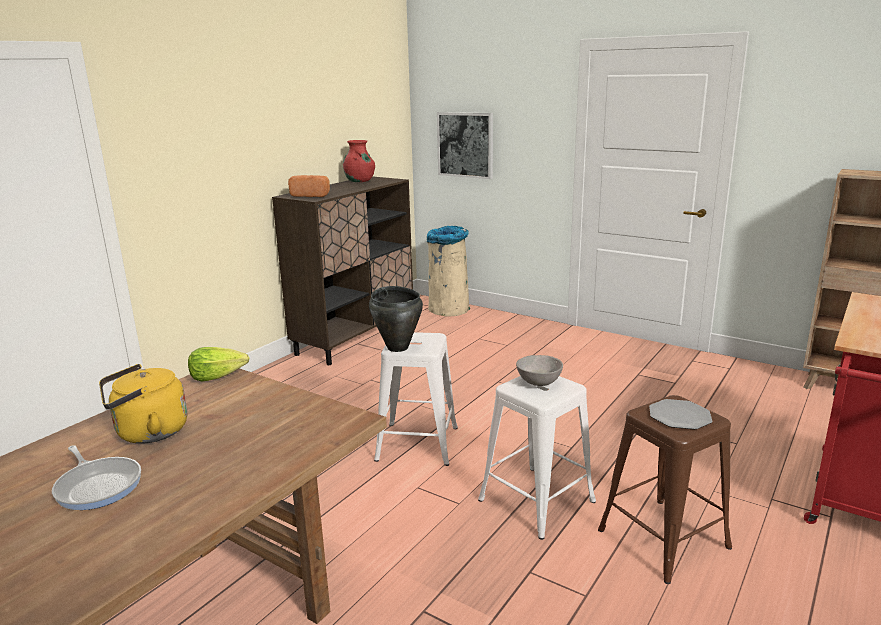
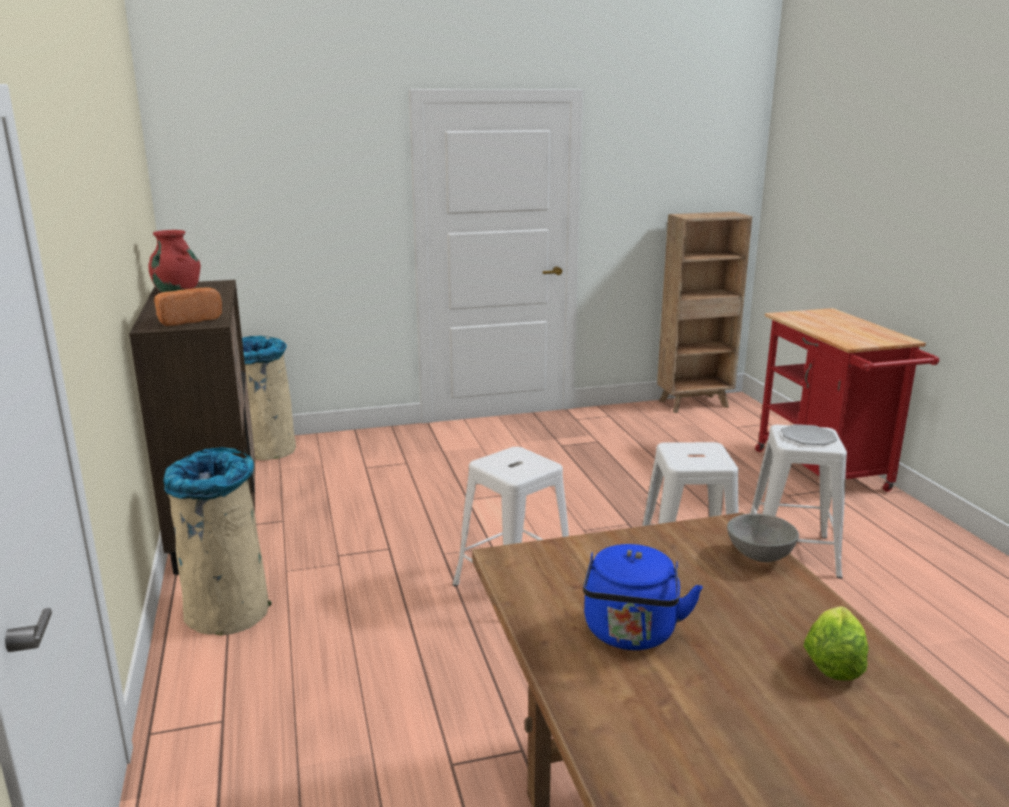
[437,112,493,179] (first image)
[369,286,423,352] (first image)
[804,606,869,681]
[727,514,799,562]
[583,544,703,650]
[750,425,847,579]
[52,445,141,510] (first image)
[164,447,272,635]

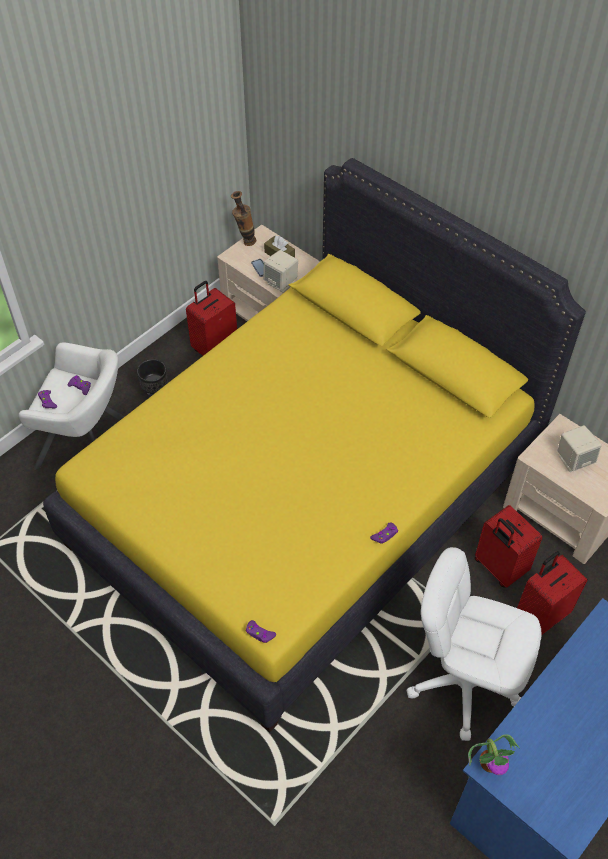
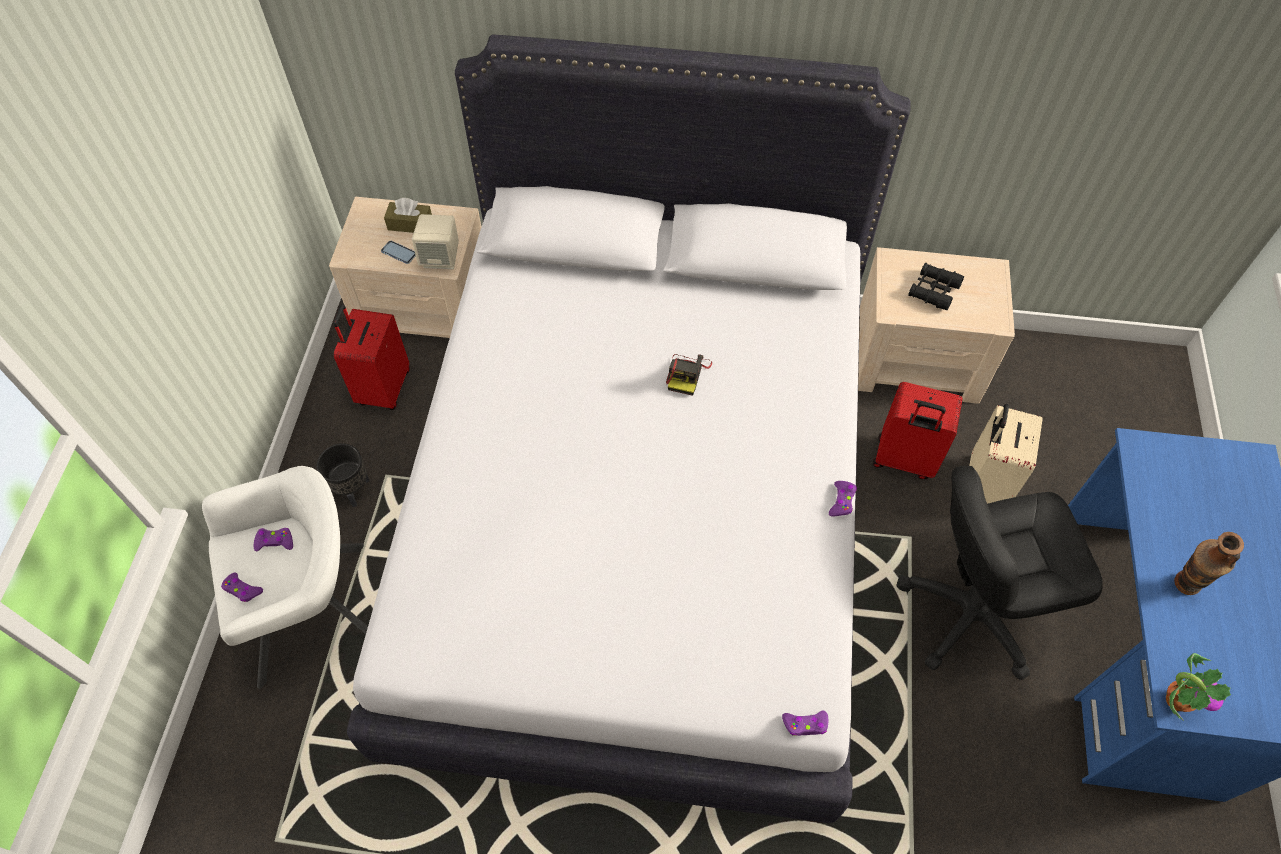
[347,34,911,823]
[1175,532,1244,595]
[908,262,964,310]
[896,466,1103,680]
[969,404,1043,504]
[666,354,712,396]

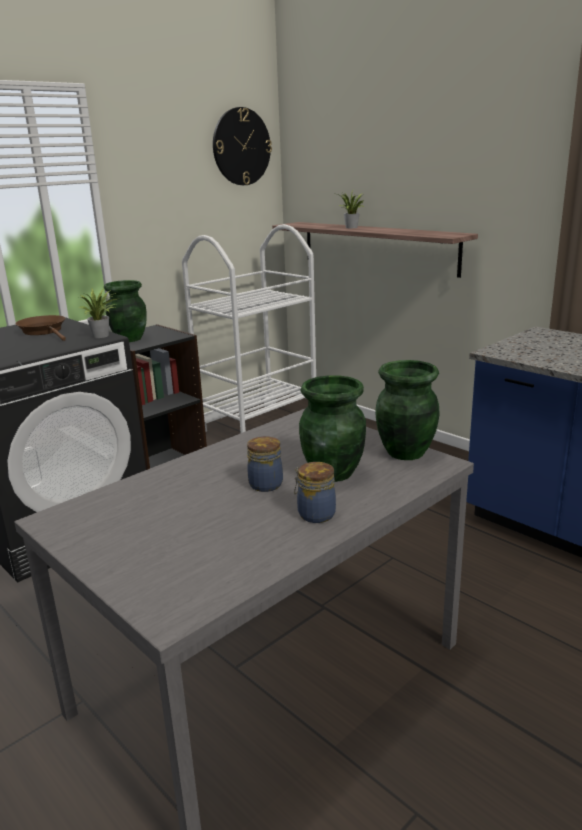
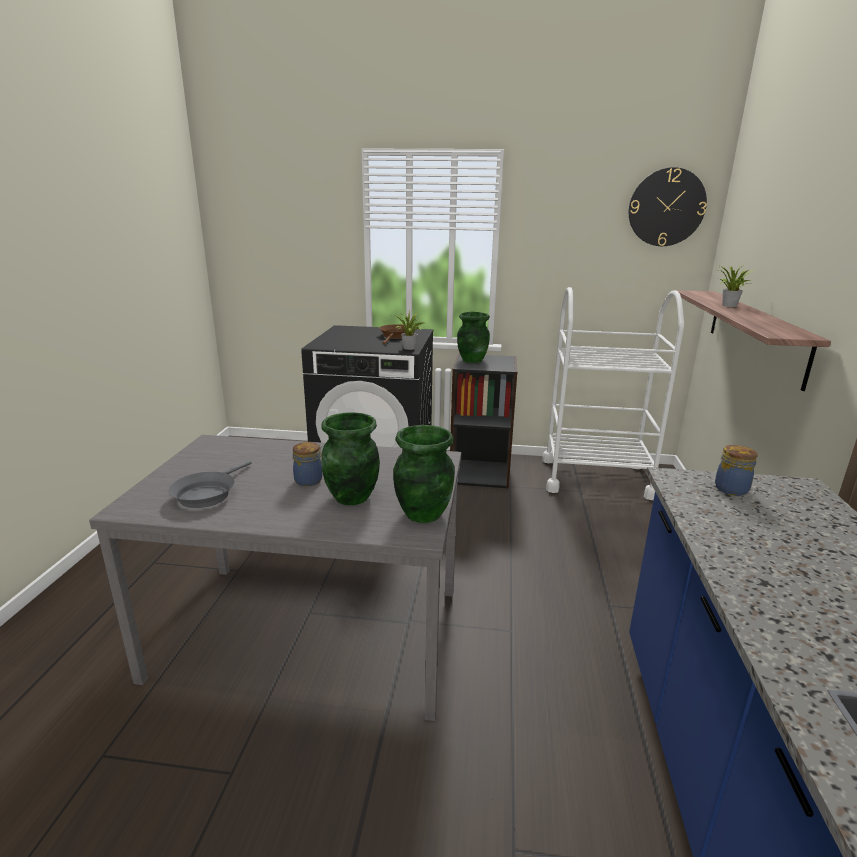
[715,445,758,496]
[169,460,252,508]

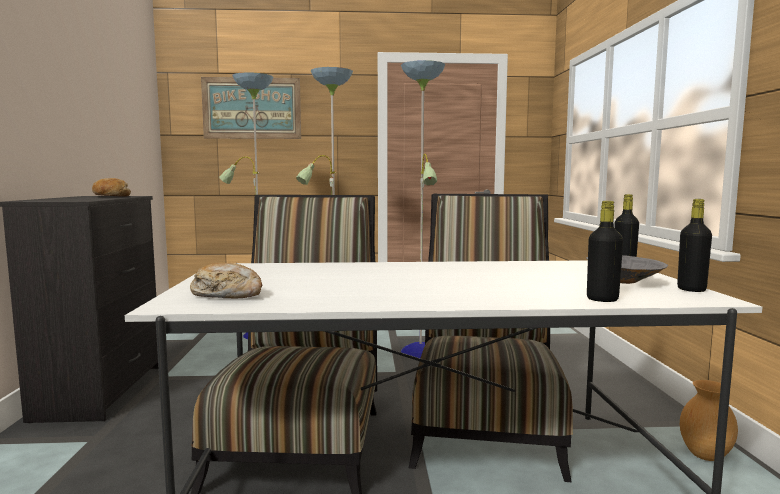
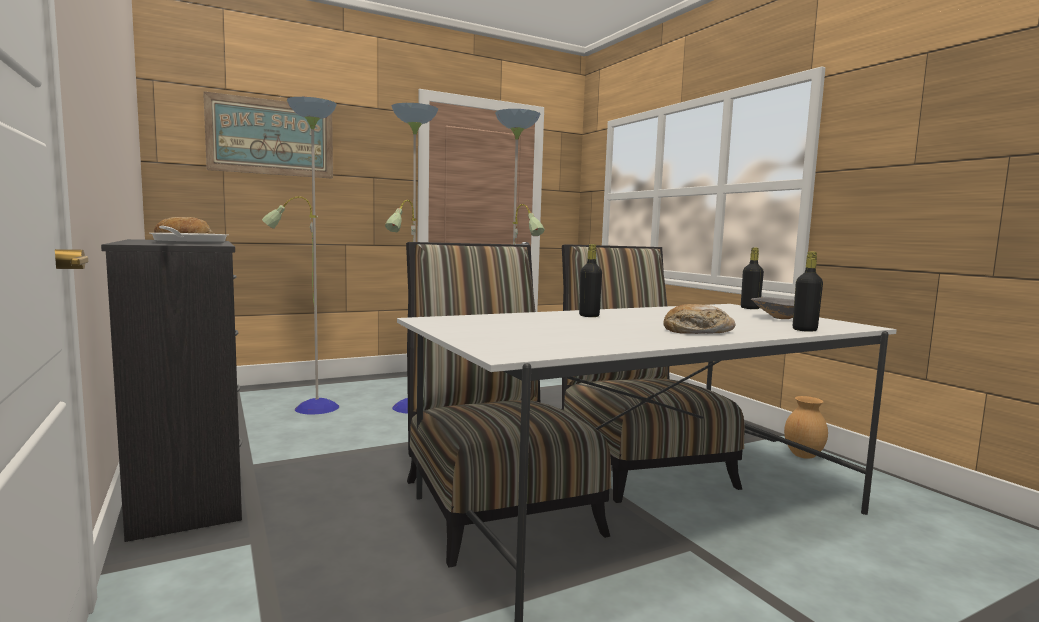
[579,244,602,317]
[663,304,735,334]
[149,226,228,244]

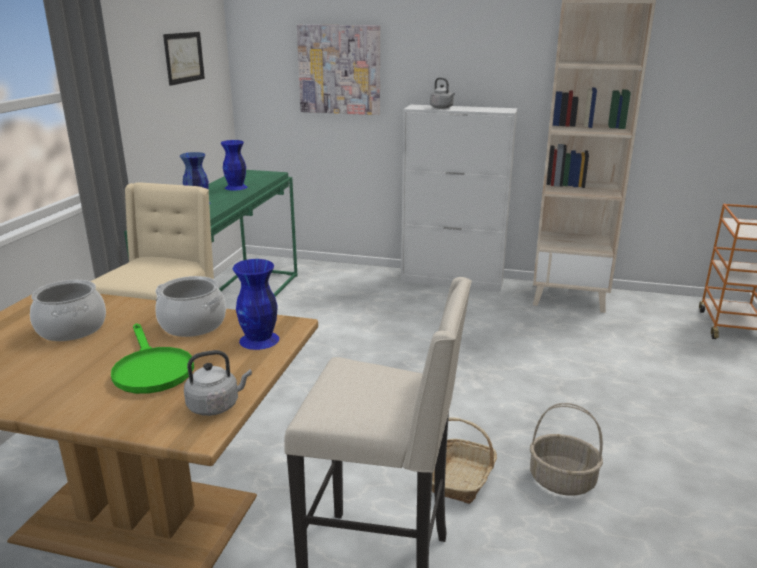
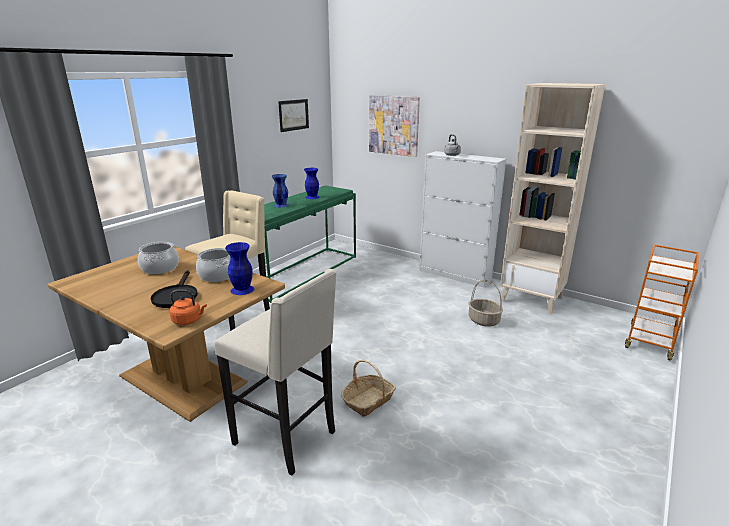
[151,270,198,308]
[169,289,207,325]
[468,280,503,327]

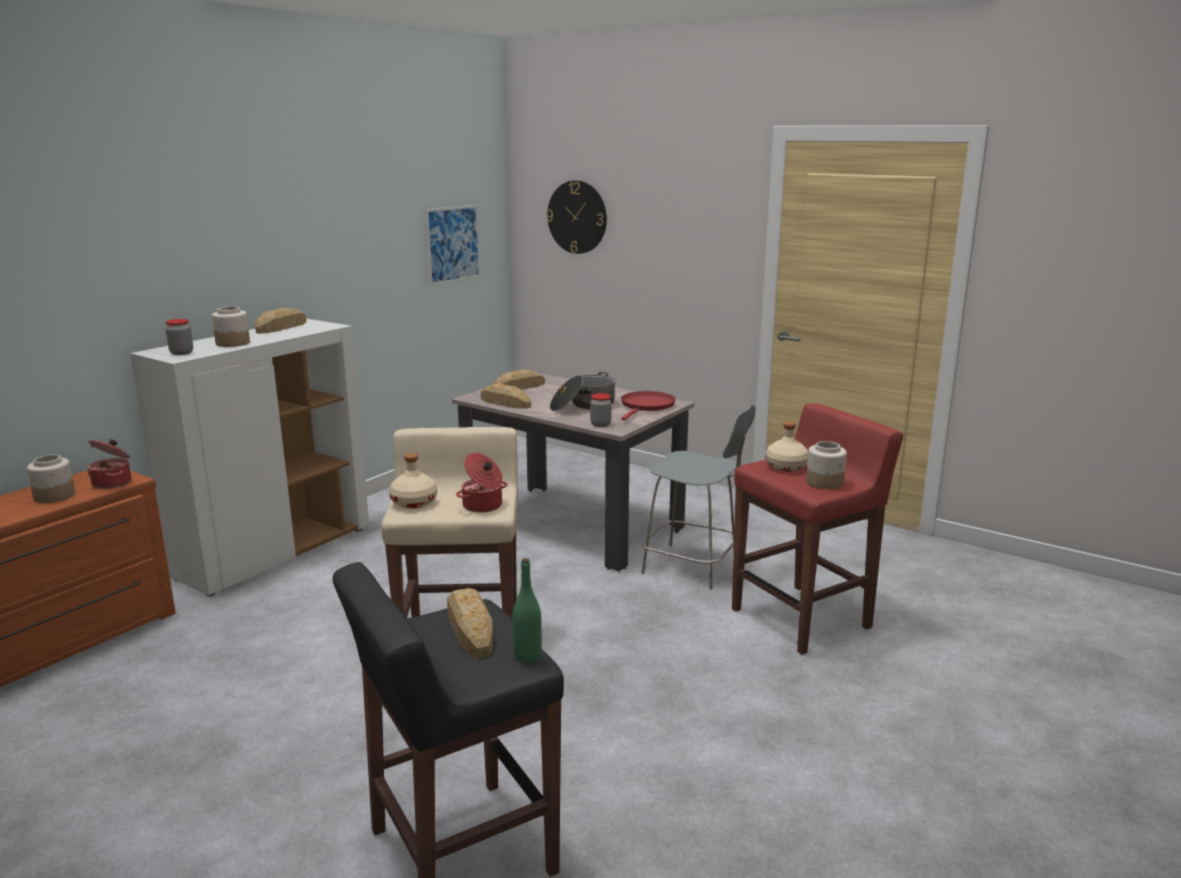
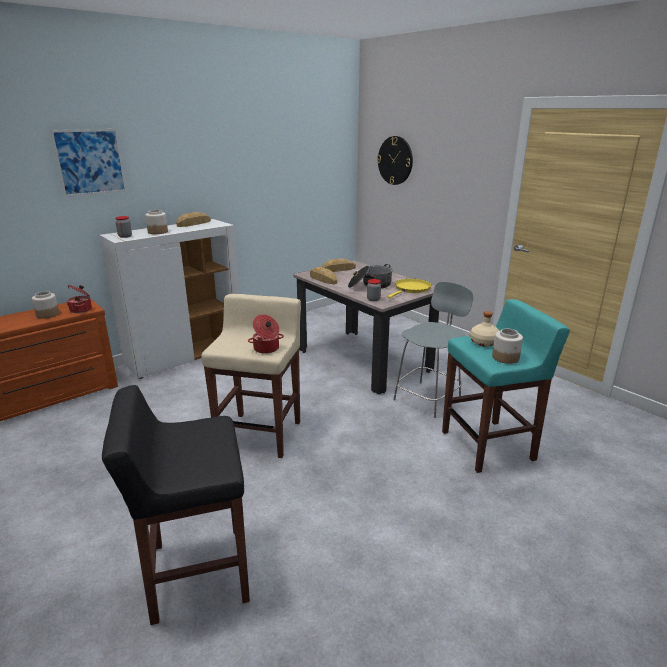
[50,129,127,197]
[387,279,431,298]
[442,299,570,473]
[393,282,473,418]
[389,453,437,509] (first image)
[513,558,542,663] (first image)
[447,588,493,658] (first image)

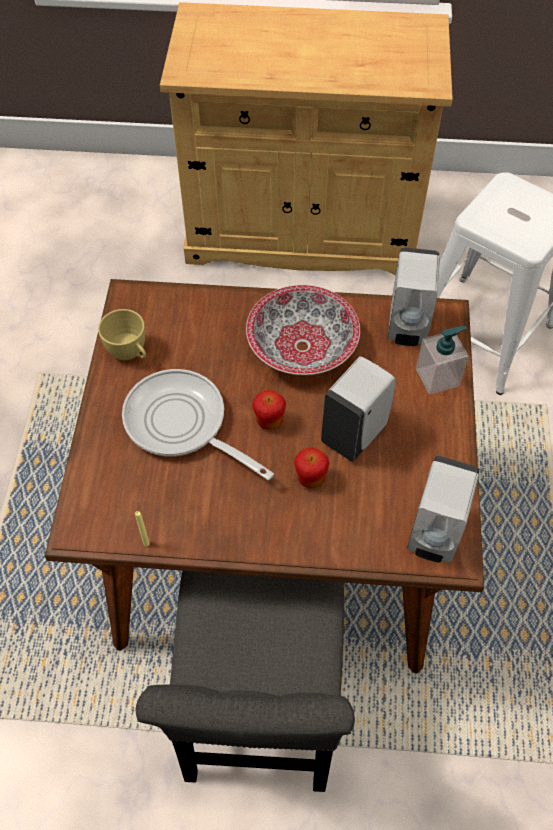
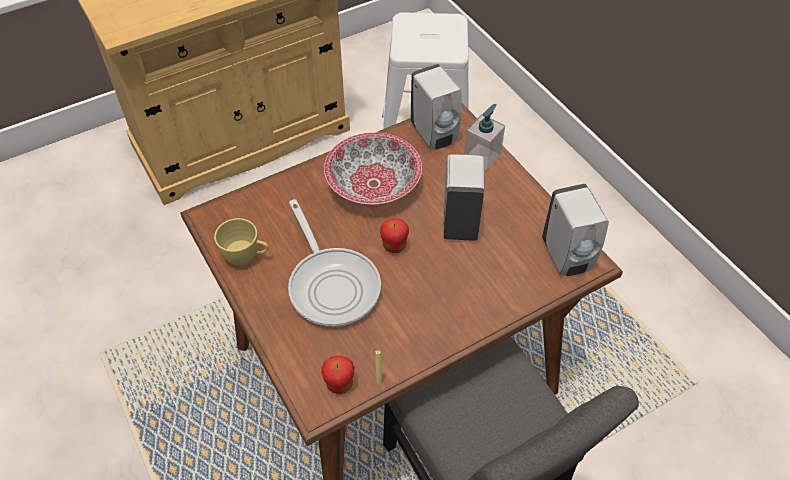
[288,199,381,327]
[321,355,354,394]

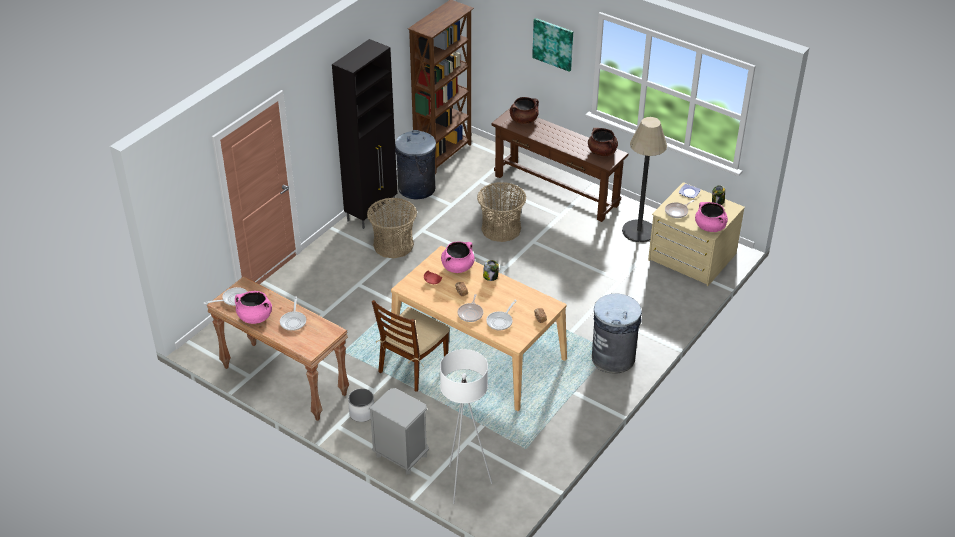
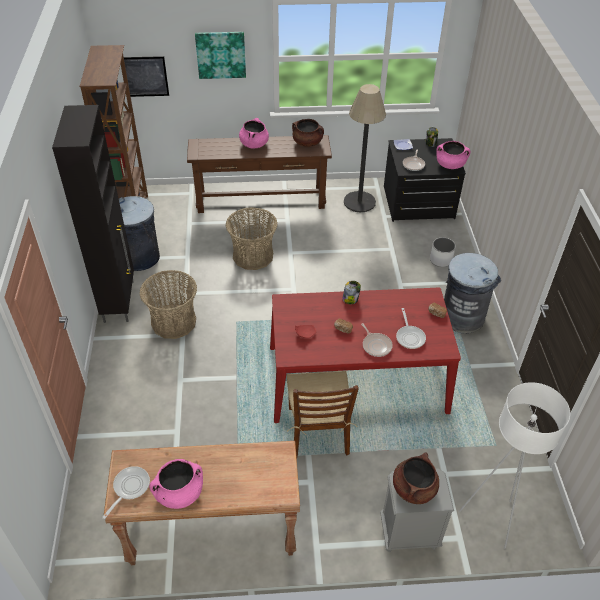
[393,453,439,504]
[384,138,466,222]
[239,118,269,149]
[270,288,461,423]
[280,296,306,331] (first image)
[430,238,456,267]
[124,56,169,97]

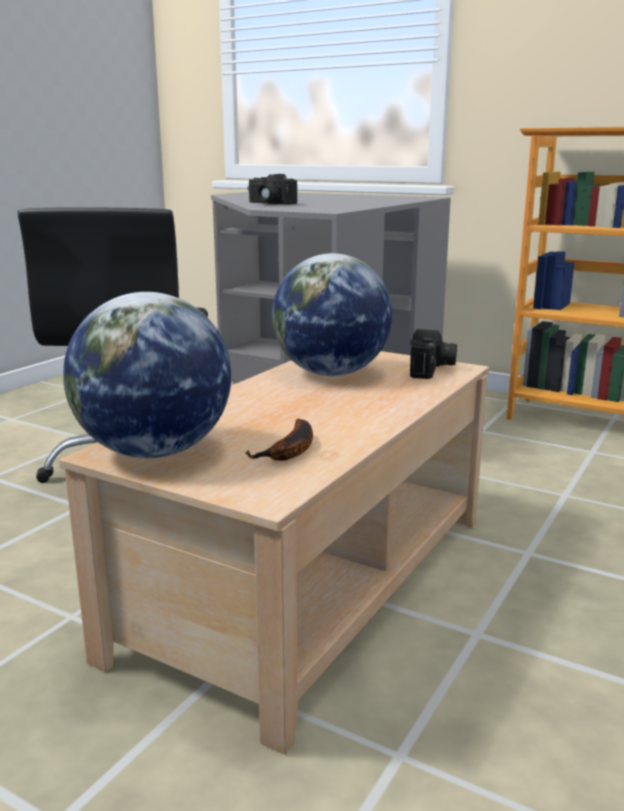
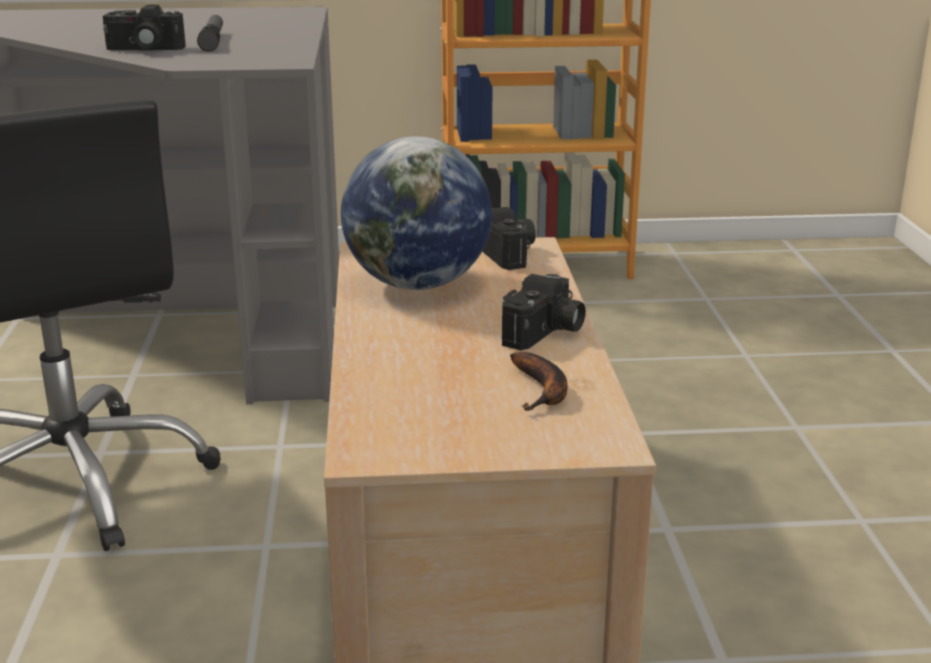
[63,292,231,458] (first image)
[197,15,223,52]
[502,274,586,350]

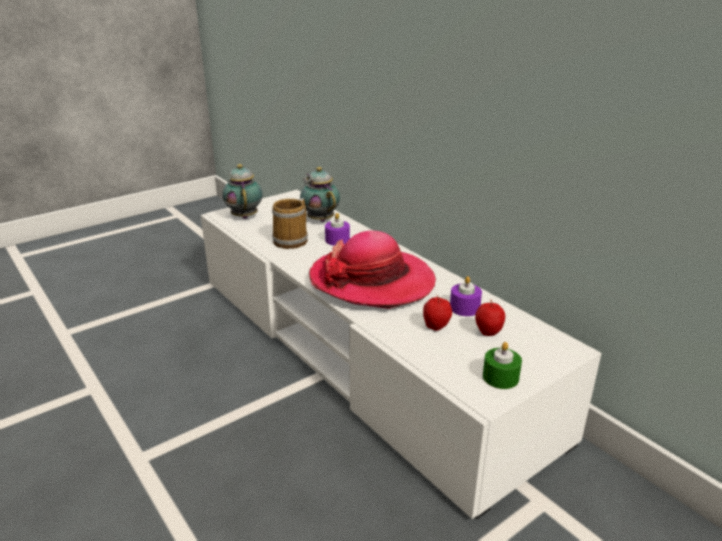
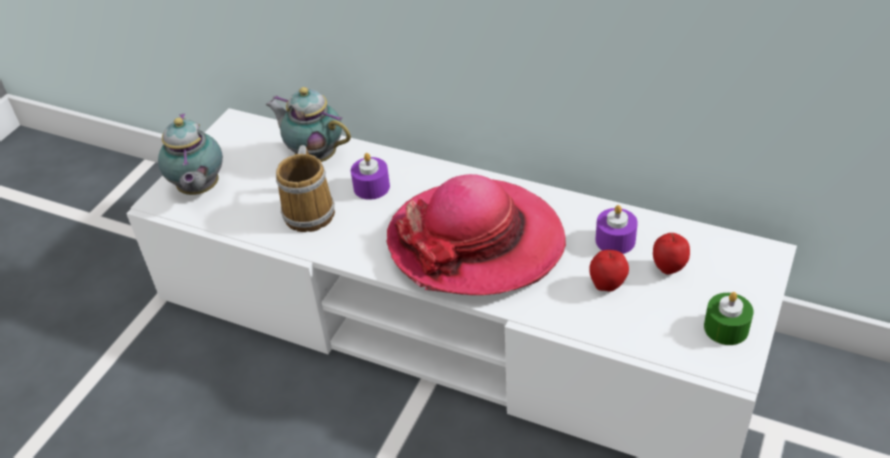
[158,113,223,195]

